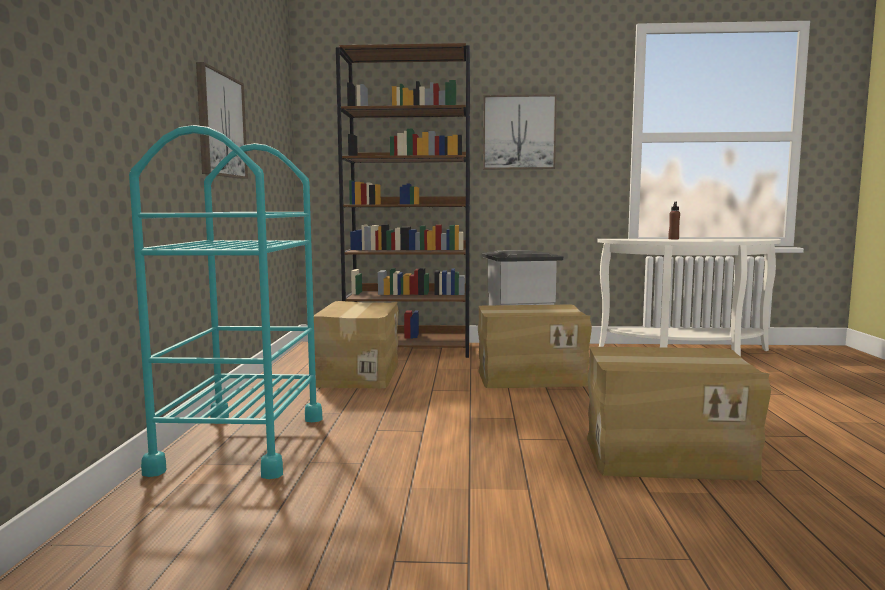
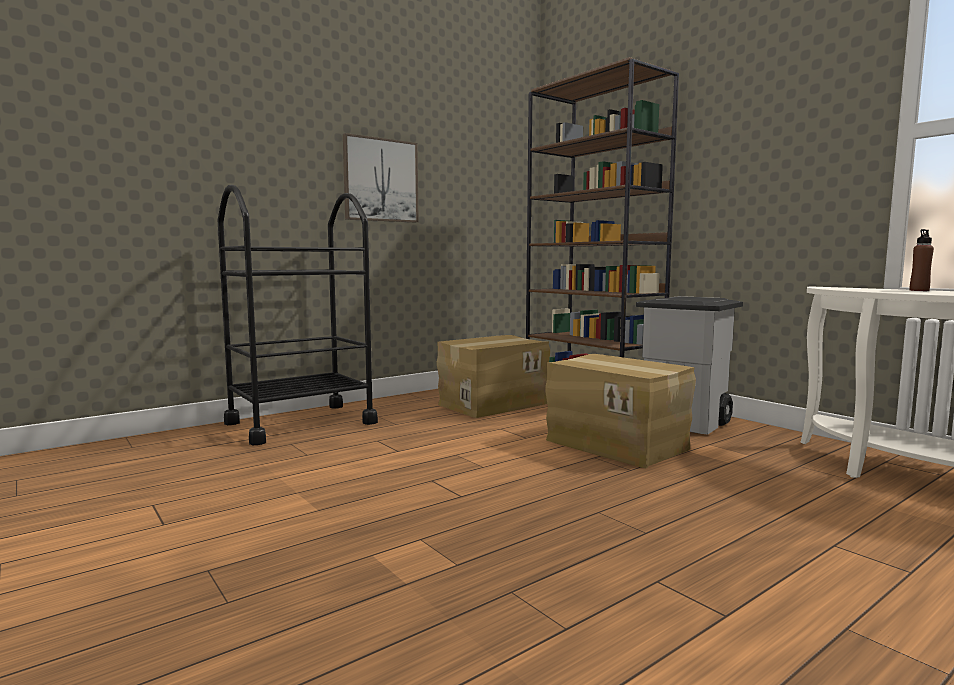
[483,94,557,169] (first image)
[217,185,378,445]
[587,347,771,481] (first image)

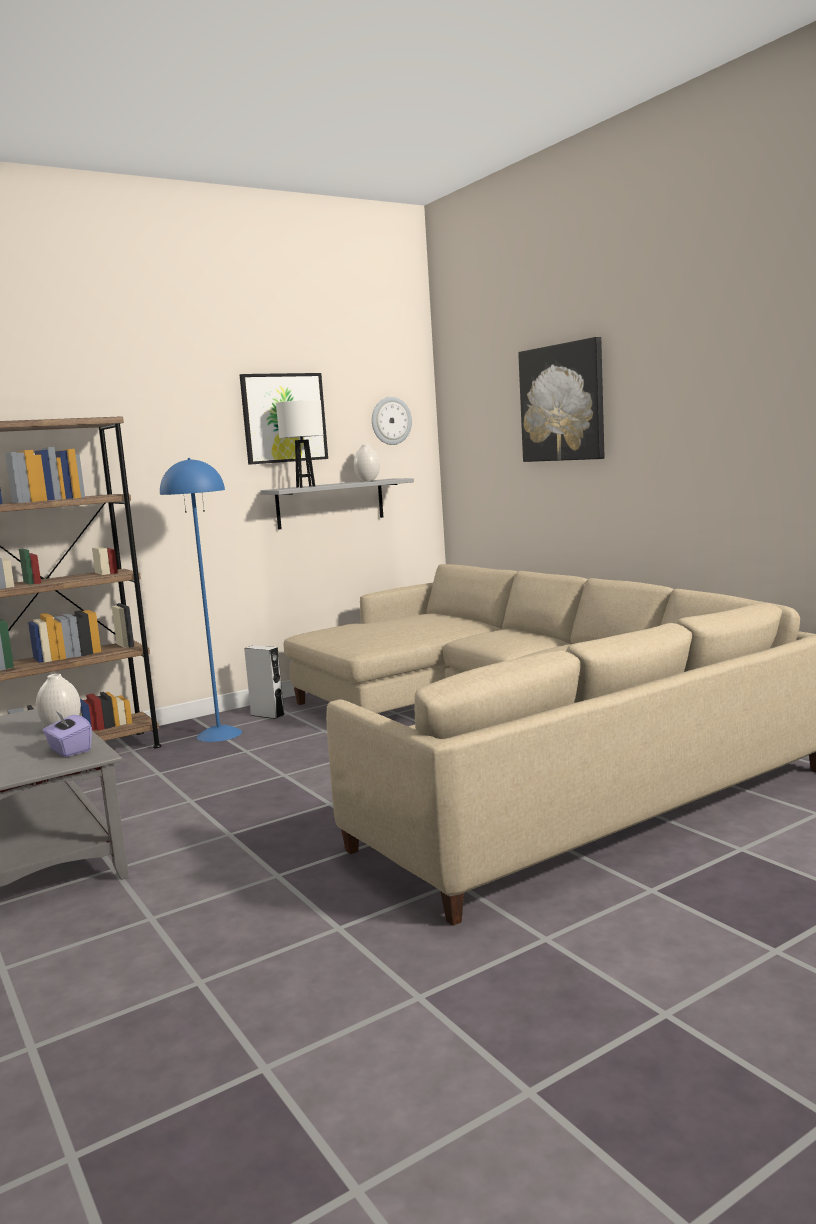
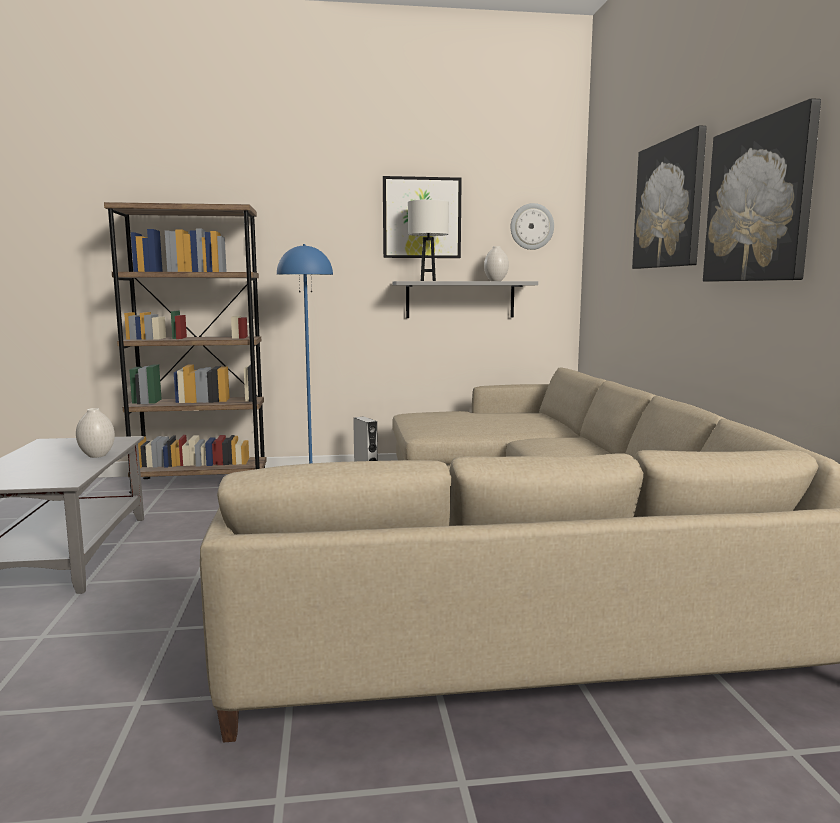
[42,711,92,757] (first image)
[703,98,821,282]

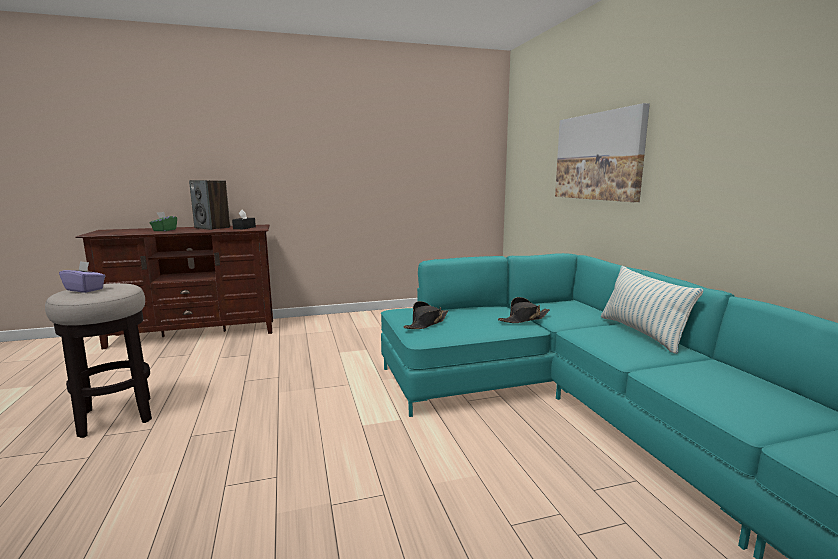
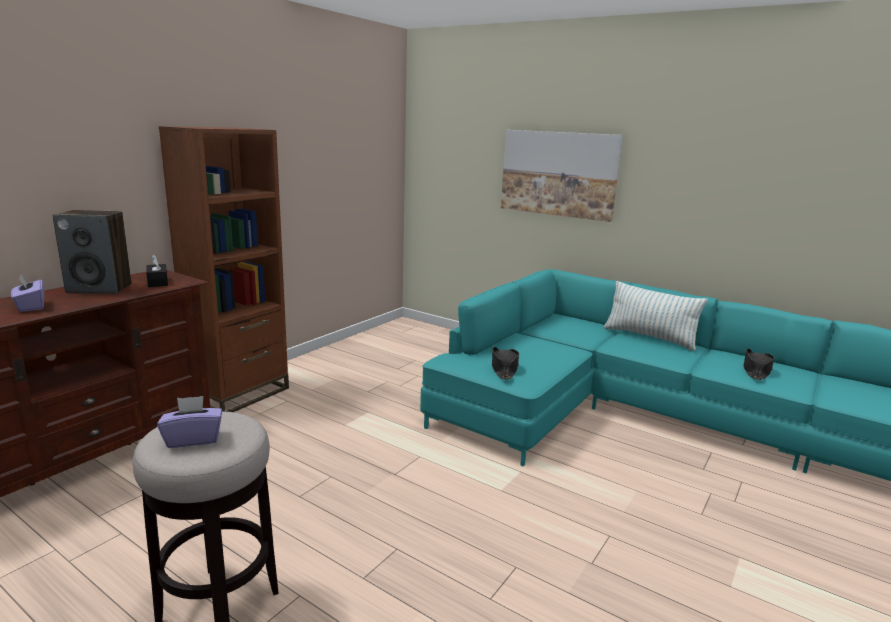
[11,275,44,312]
[743,348,775,380]
[159,126,289,412]

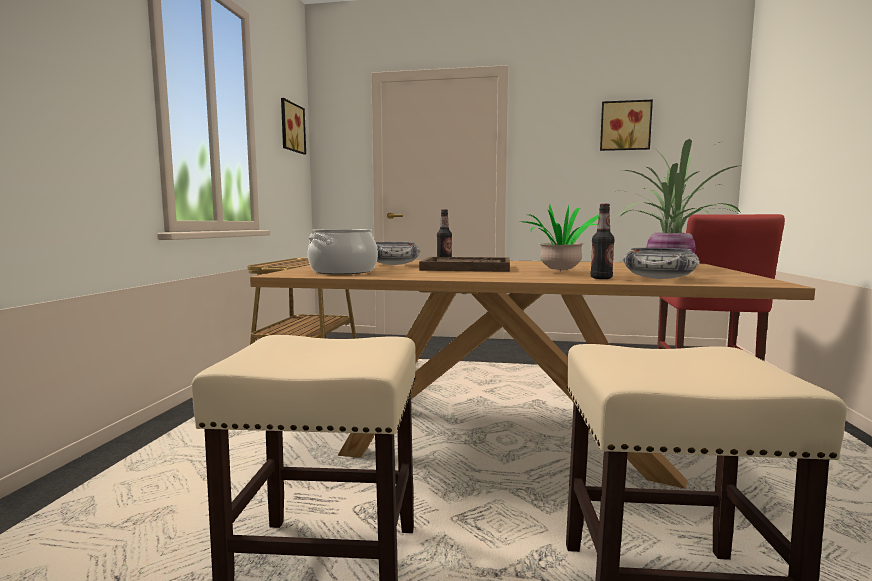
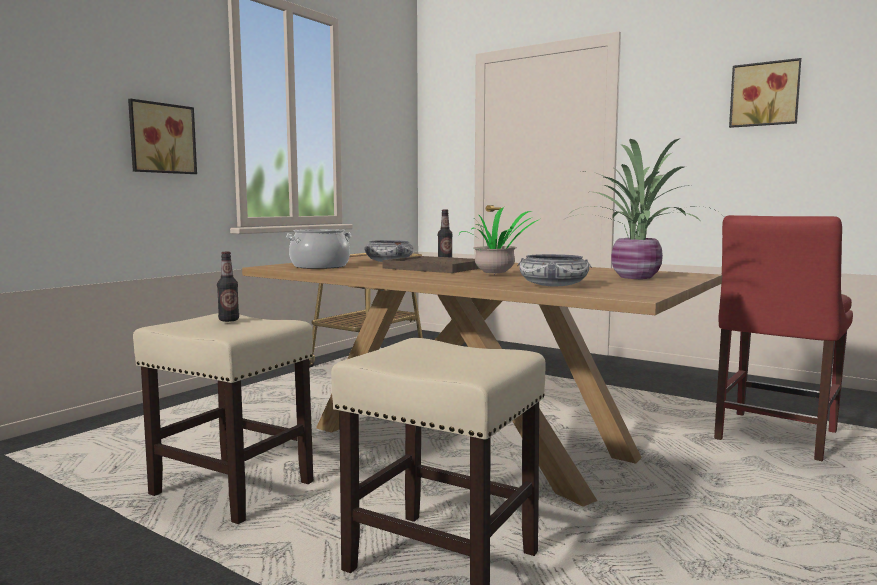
[128,99,197,174]
[217,252,239,322]

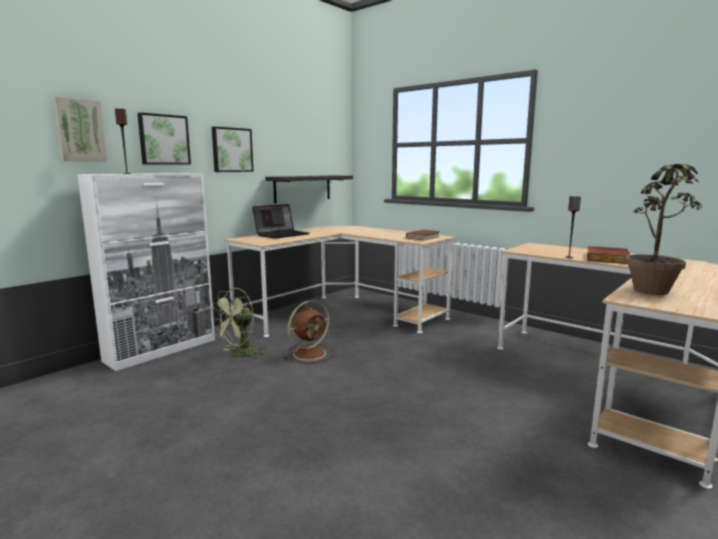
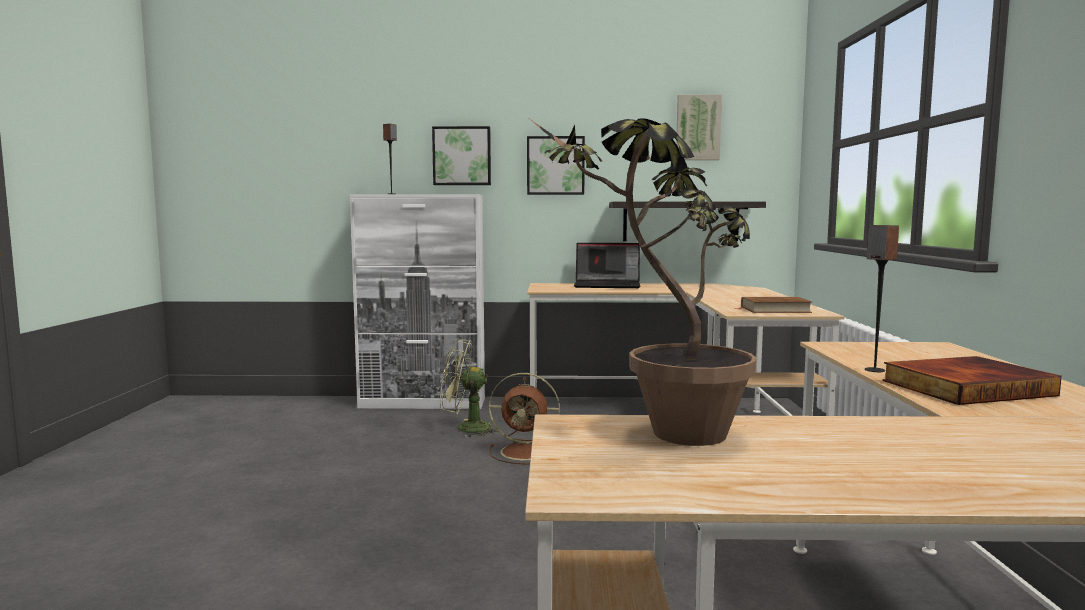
[676,95,722,160]

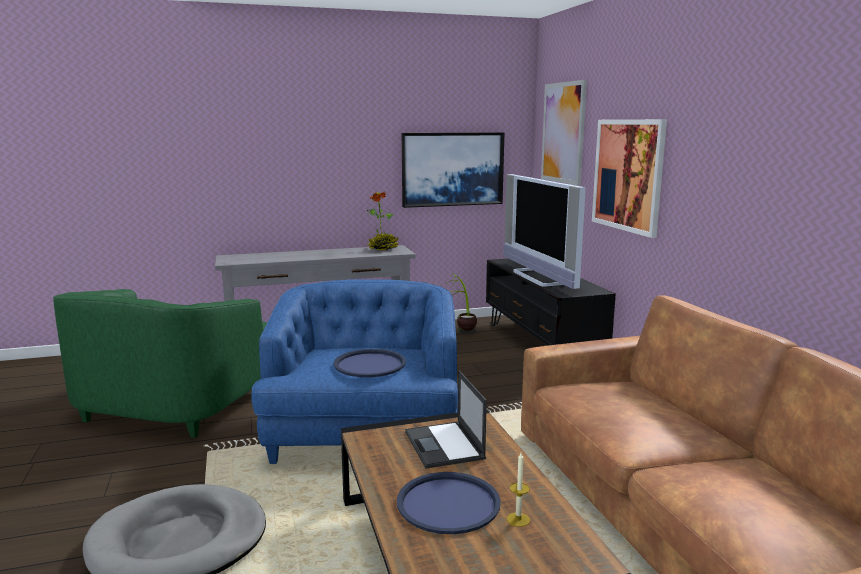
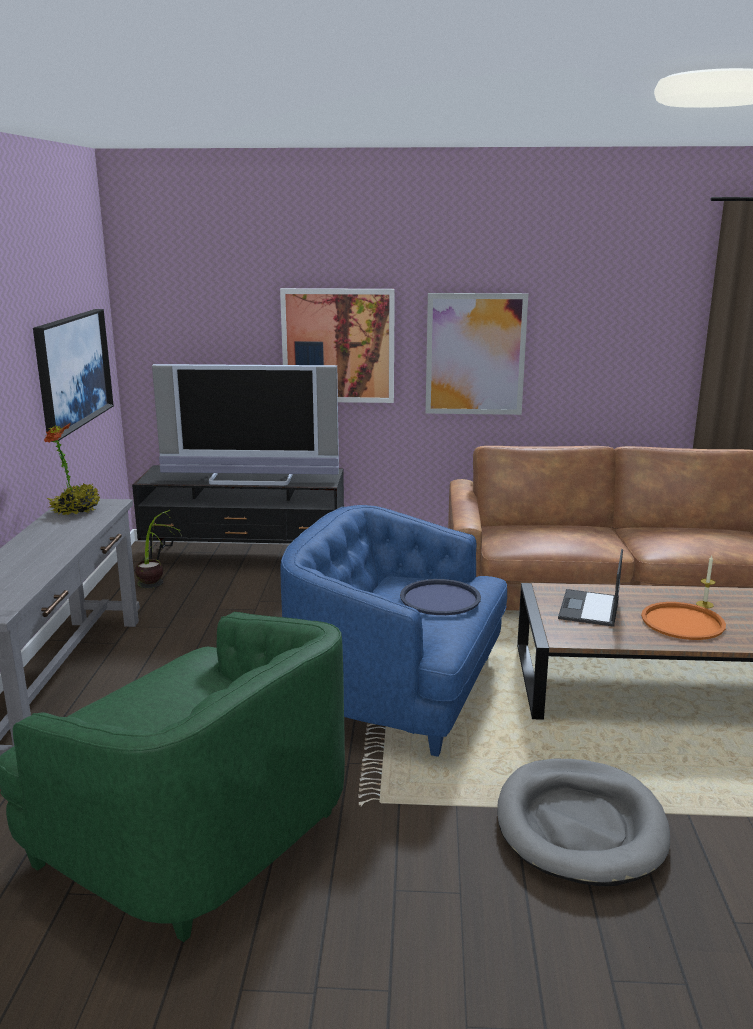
[426,293,528,415]
[558,549,623,627]
[641,602,726,640]

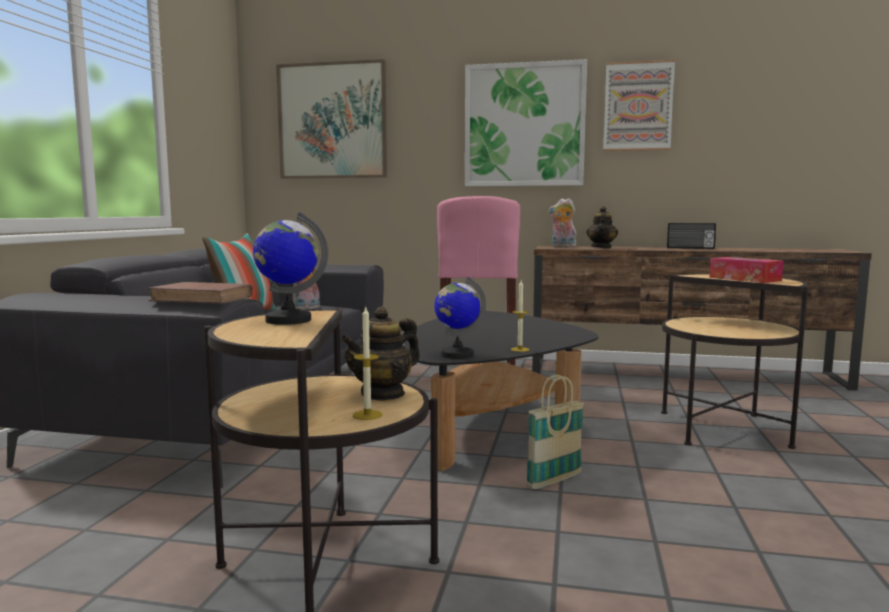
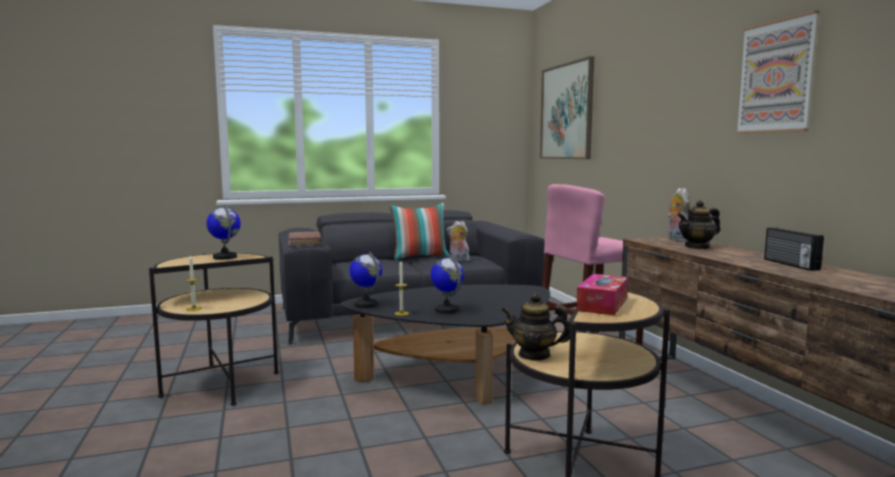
[465,59,587,186] (first image)
[501,293,570,361]
[526,375,584,489] (first image)
[430,255,464,314]

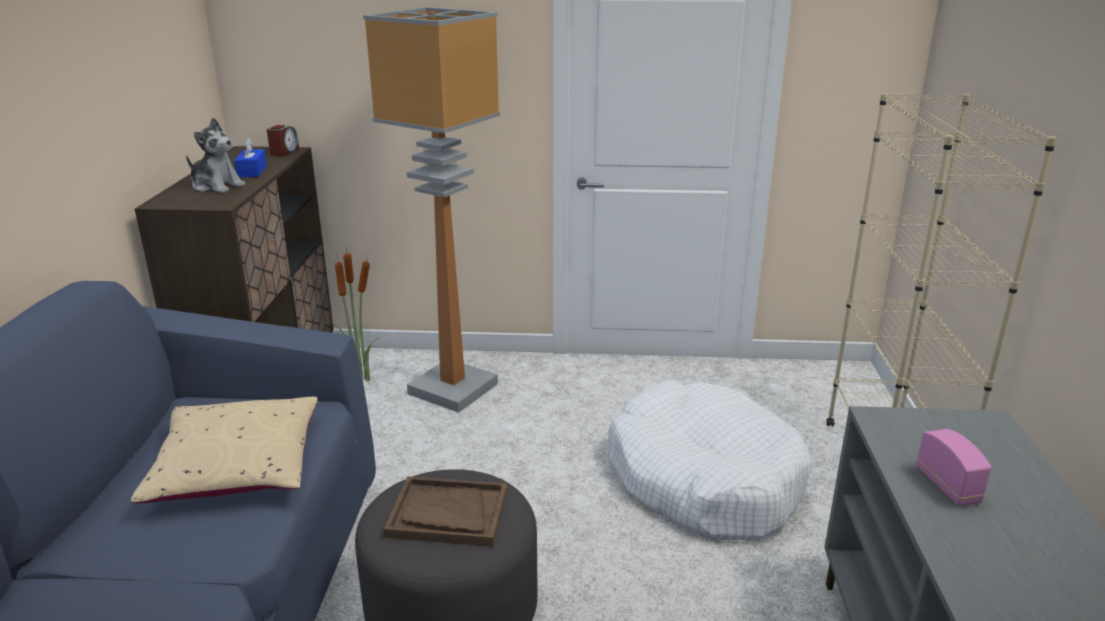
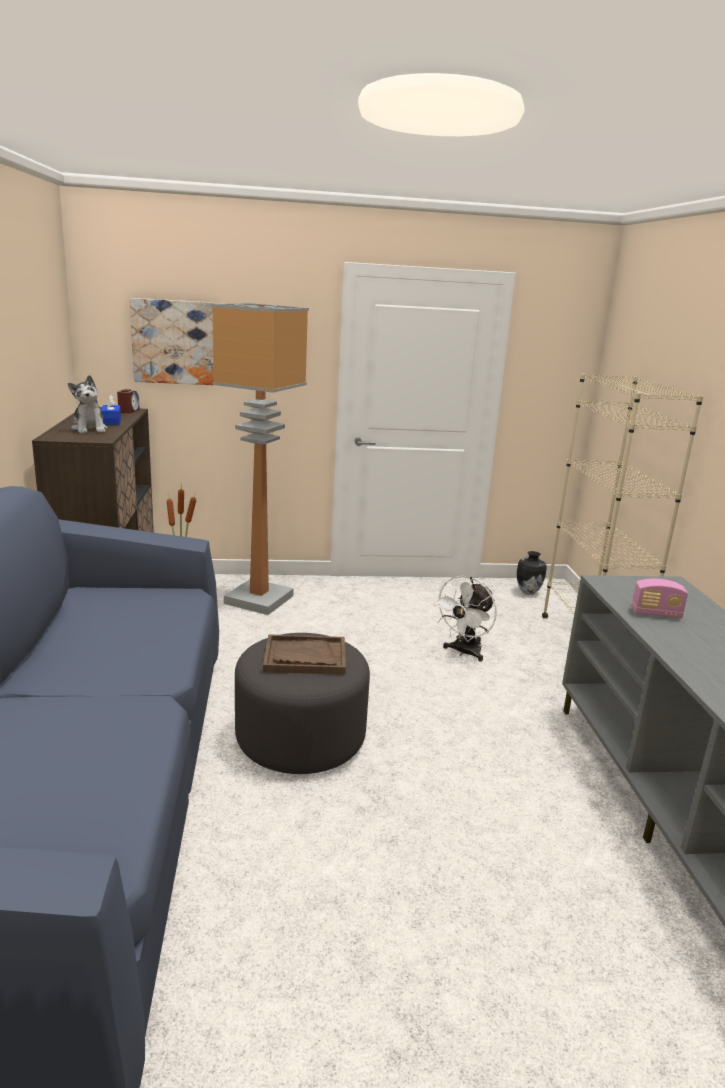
[68,375,107,433]
[432,576,497,662]
[131,397,317,503] (first image)
[632,579,688,618]
[130,298,214,385]
[517,551,547,595]

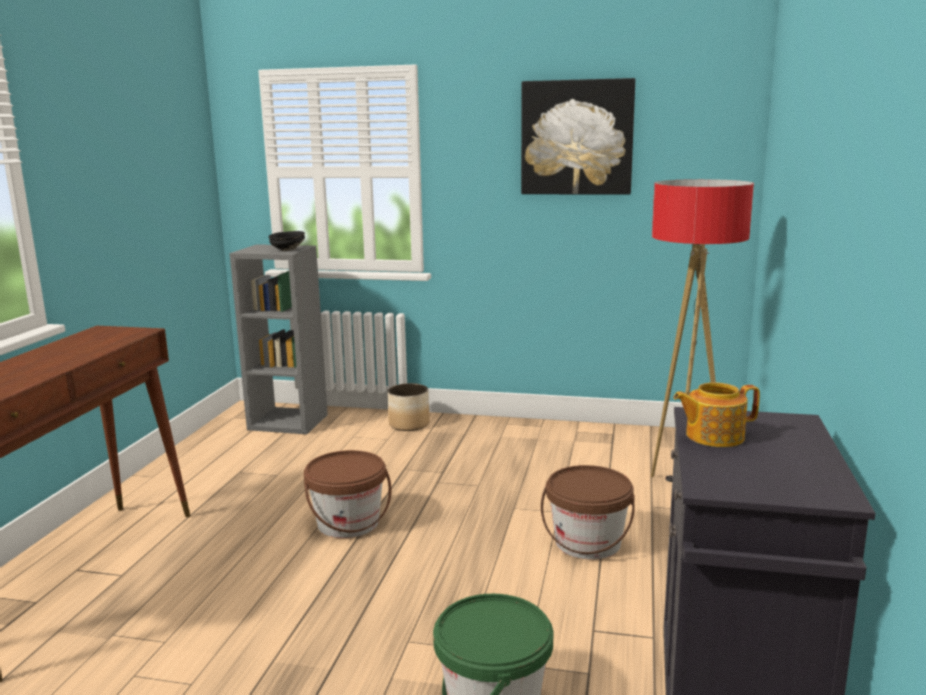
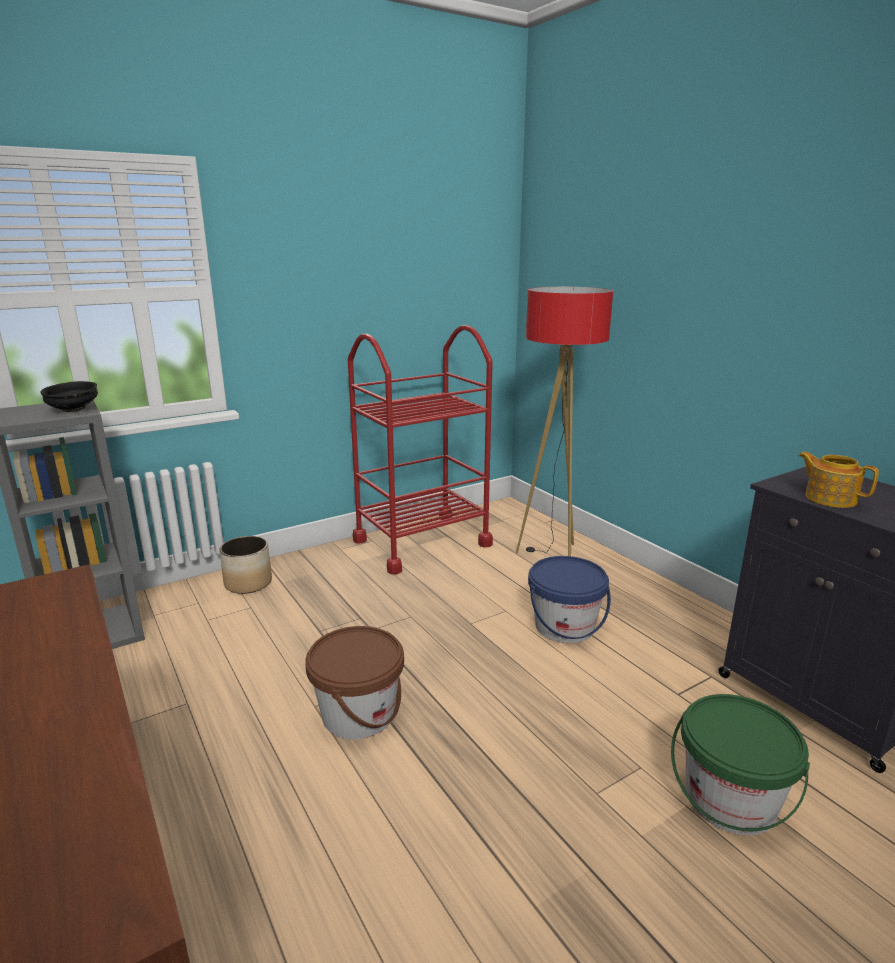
[521,78,635,195] (first image)
[798,452,879,508]
[528,556,611,643]
[348,325,493,575]

